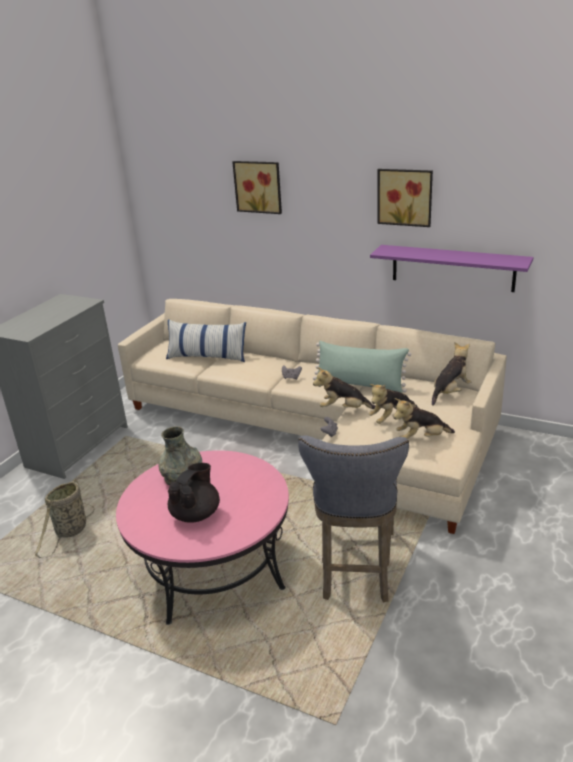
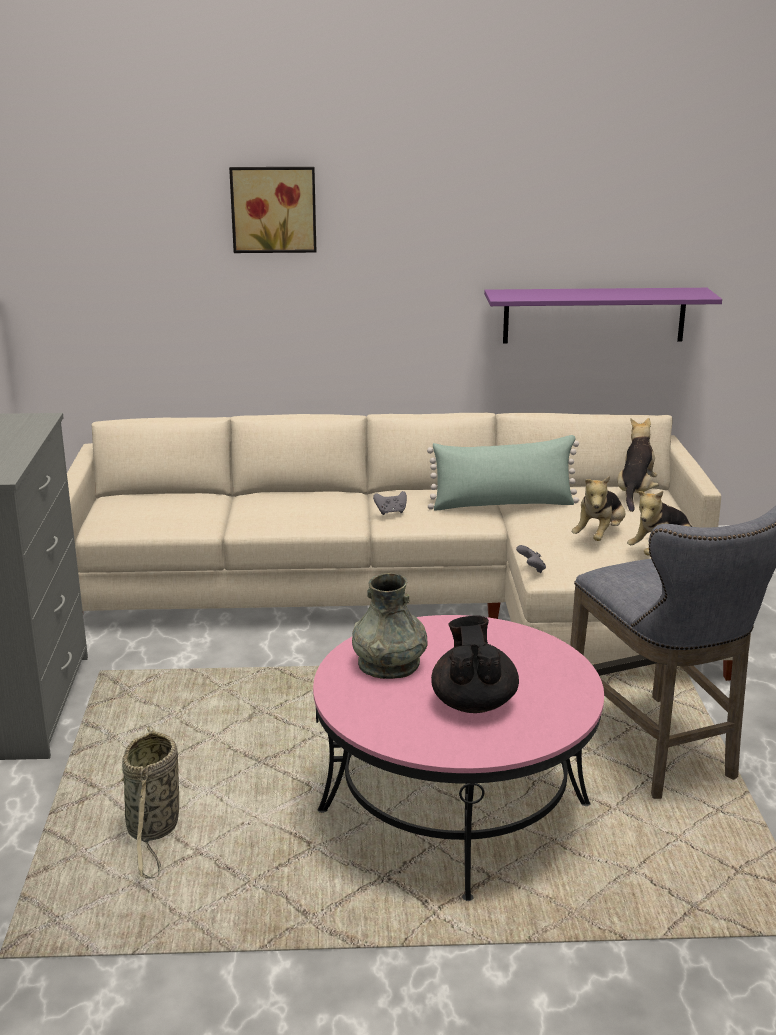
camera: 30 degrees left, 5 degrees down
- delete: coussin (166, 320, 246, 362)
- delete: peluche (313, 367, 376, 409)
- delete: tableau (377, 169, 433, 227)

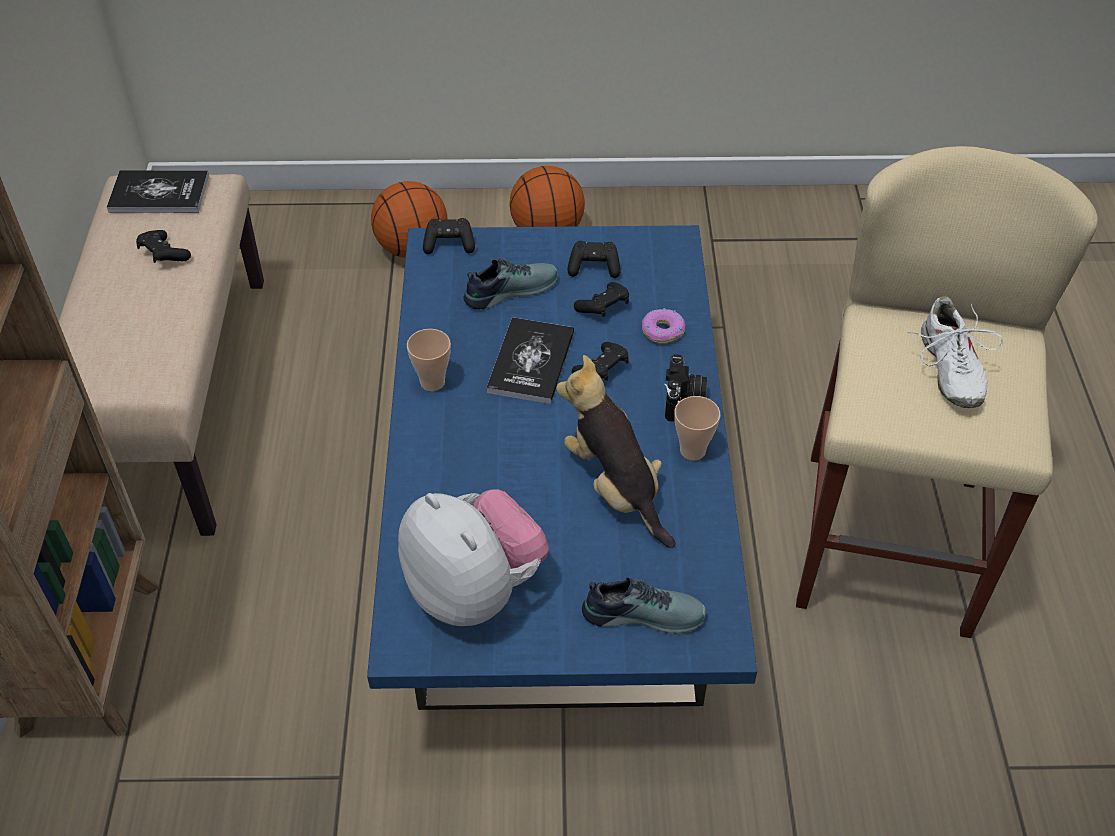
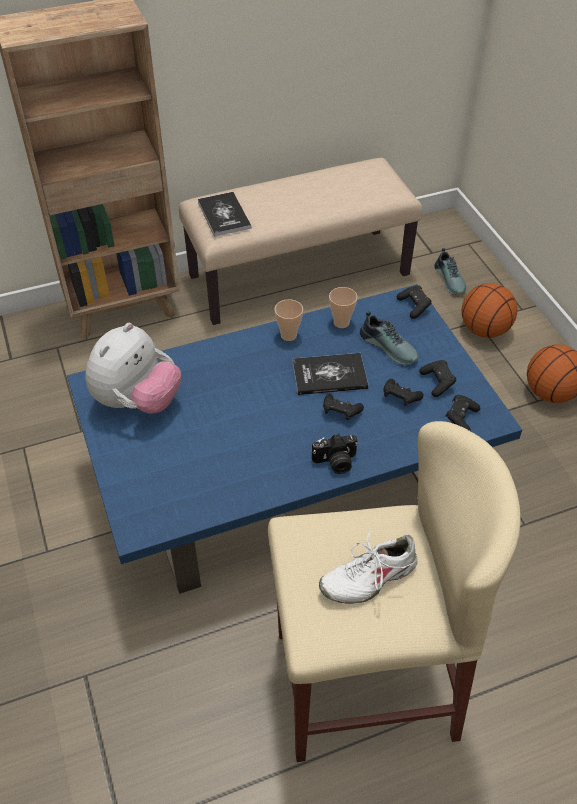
camera: 70 degrees right, 0 degrees up
- move: livre (107, 171, 209, 213) to (198, 192, 251, 237)
- move: manette [noir] (136, 230, 191, 263) to (445, 395, 480, 431)
- delete: peluche (556, 355, 676, 548)
- move: chaussure (582, 578, 706, 634) to (434, 248, 467, 295)
- delete: beignet (642, 308, 685, 344)
- move: tasse (674, 396, 720, 460) to (329, 287, 358, 328)

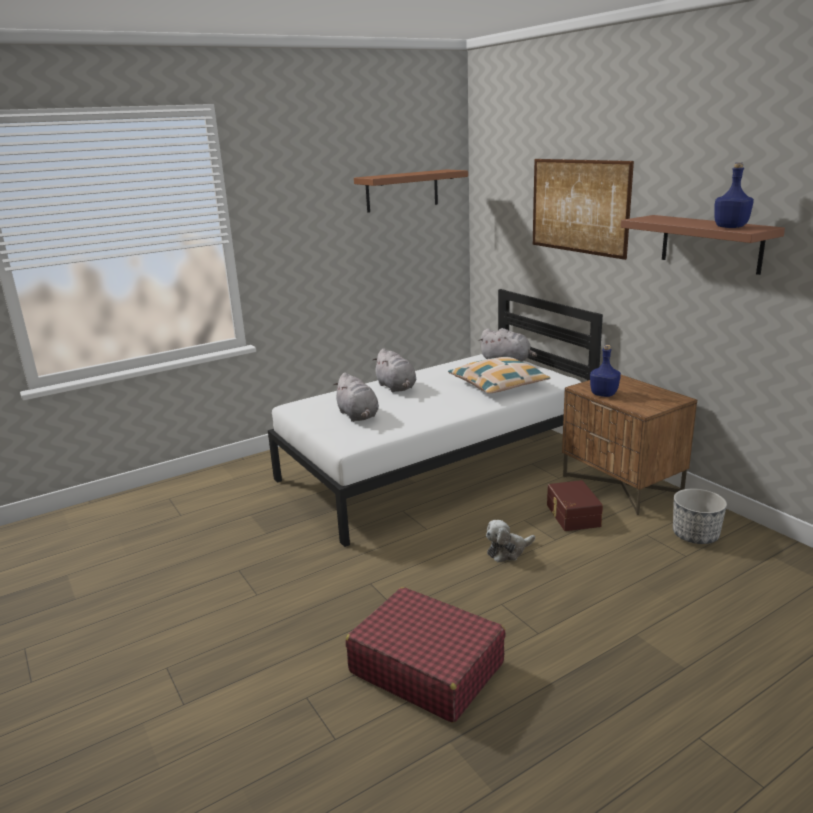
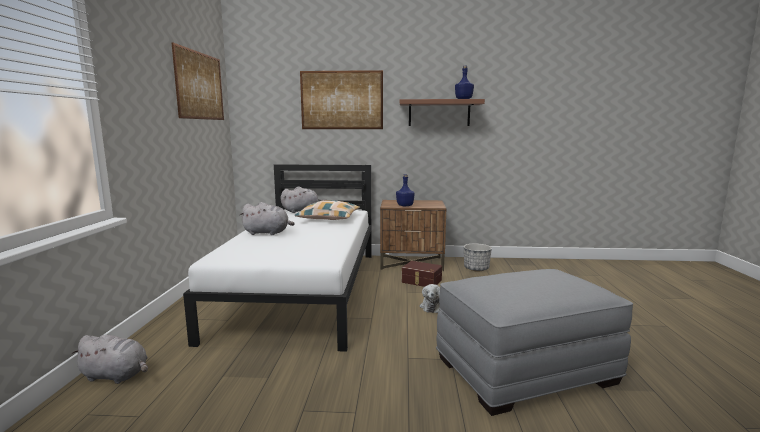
camera: 55 degrees left, 10 degrees down
- move: peluche [gris] (333, 372, 379, 422) to (71, 335, 148, 384)
- replace: valise [rouge] (346, 587, 506, 723) to pouf [gris] (436, 269, 633, 416)
- replace: étagère [marron] (354, 169, 468, 213) to tableau (172, 42, 224, 120)

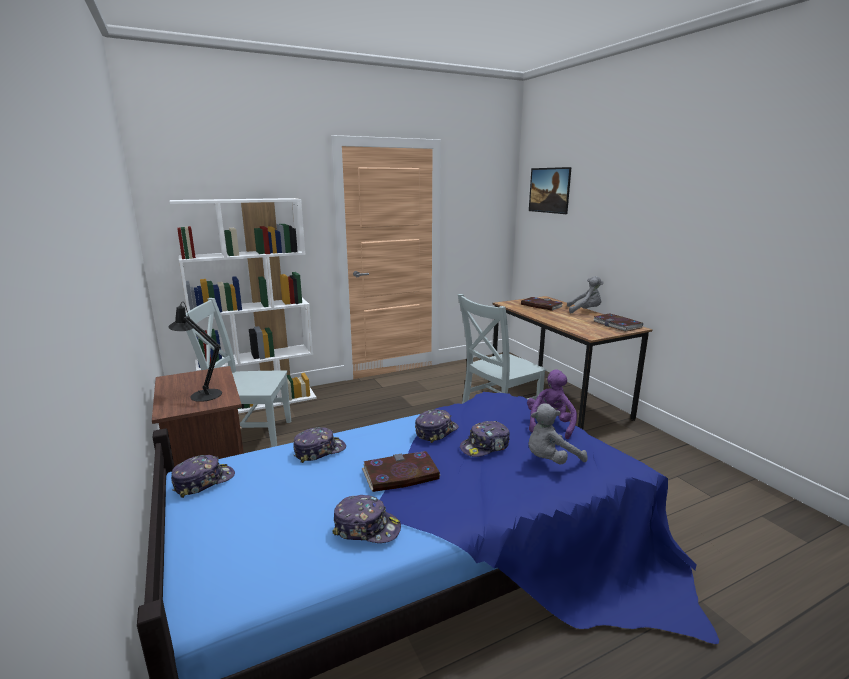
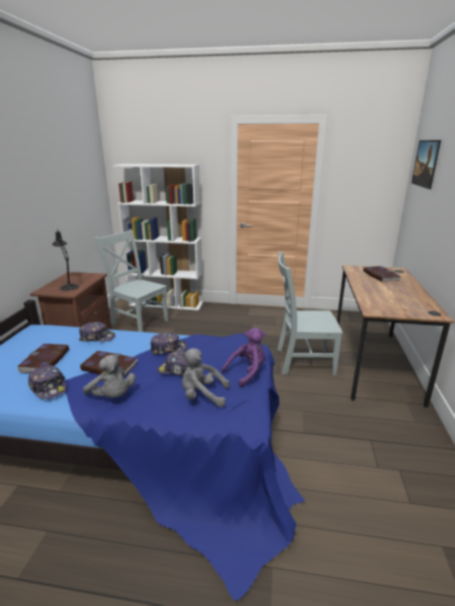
camera: 35 degrees right, 5 degrees up
- delete: casquette (171, 455, 235, 498)
- move: peluche [gris] (567, 276, 604, 314) to (83, 355, 136, 398)
- move: livre (593, 314, 643, 331) to (17, 344, 69, 373)

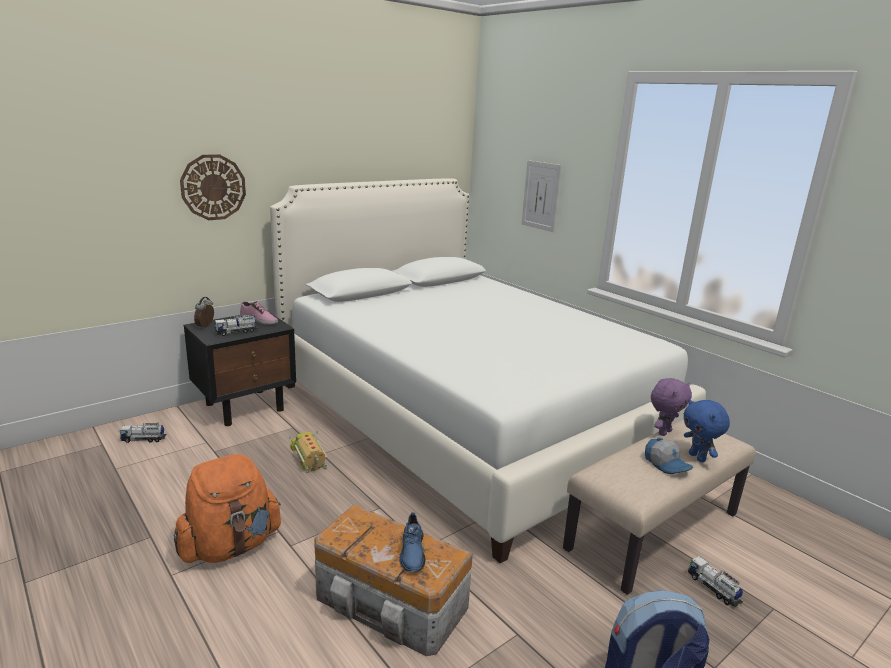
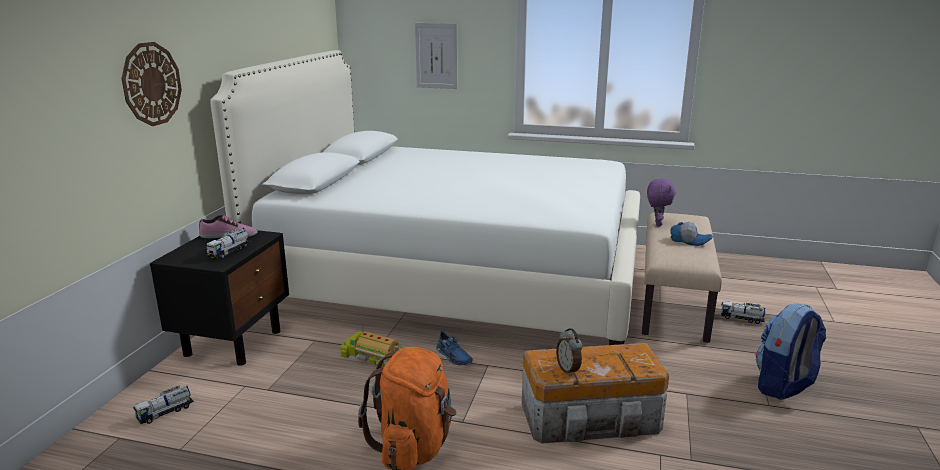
camera: 35 degrees left, 0 degrees up
- move: réveil (194, 297, 214, 329) to (556, 328, 583, 376)
- move: chaussure [bleu] (399, 512, 425, 573) to (436, 331, 473, 365)
- delete: peluche [bleu] (684, 399, 730, 462)

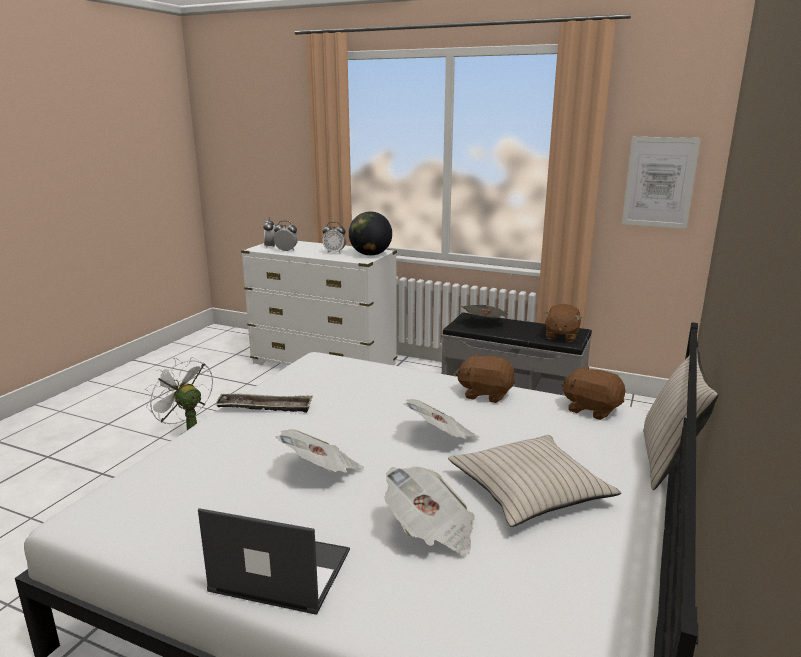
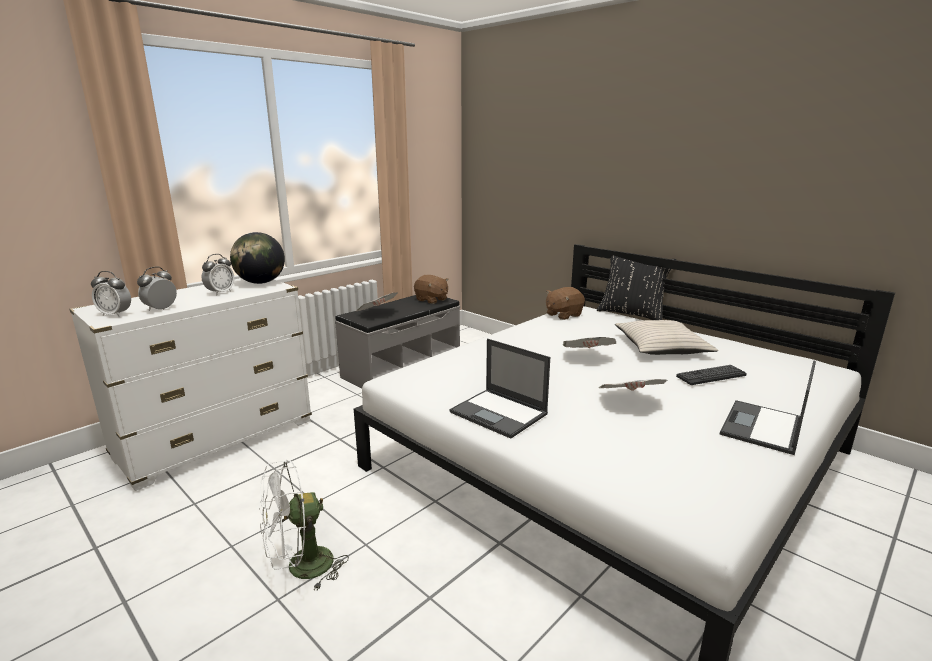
camera: 70 degrees left, 0 degrees up
- replace: plateau (214, 394, 313, 413) to ordinateur portable (450, 339, 550, 439)
- replace: journal (384, 466, 475, 555) to clavier (676, 365, 747, 385)
- delete: peluche [marron] (455, 353, 515, 403)
- delete: tableau (622, 137, 701, 229)
- recolor: coussin [beige] (643, 349, 719, 490) to coussin [noir] (597, 256, 676, 320)

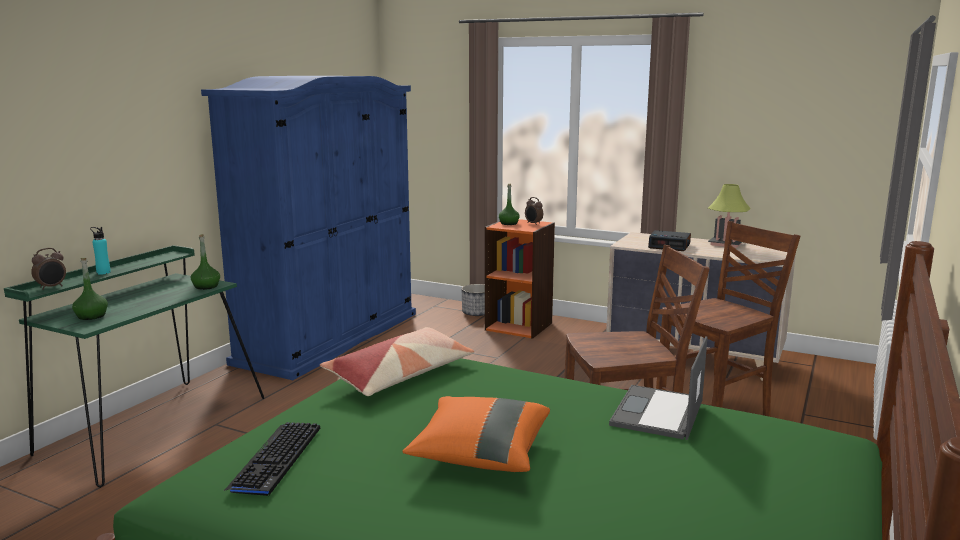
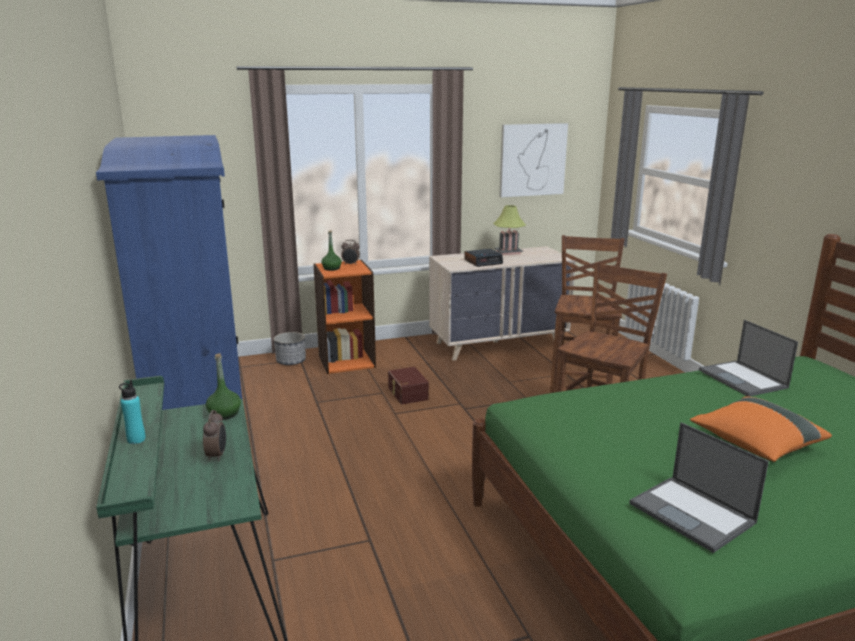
camera: 45 degrees left, 5 degrees up
- move: réveil (31, 248, 66, 290) to (203, 410, 226, 462)
- delete: bouteille [vert] (72, 258, 108, 320)
- replace: clavier (224, 422, 320, 496) to ordinateur portable (629, 422, 769, 553)
- delete: coussin (320, 327, 474, 396)
- insert: boîte de rangement [marron] (388, 367, 429, 404)
- insert: tableau (499, 123, 568, 198)

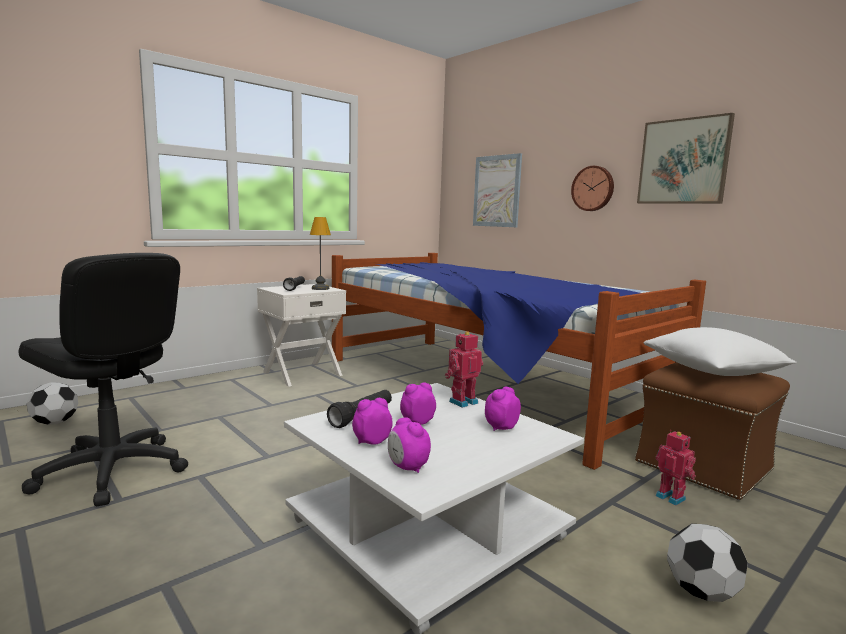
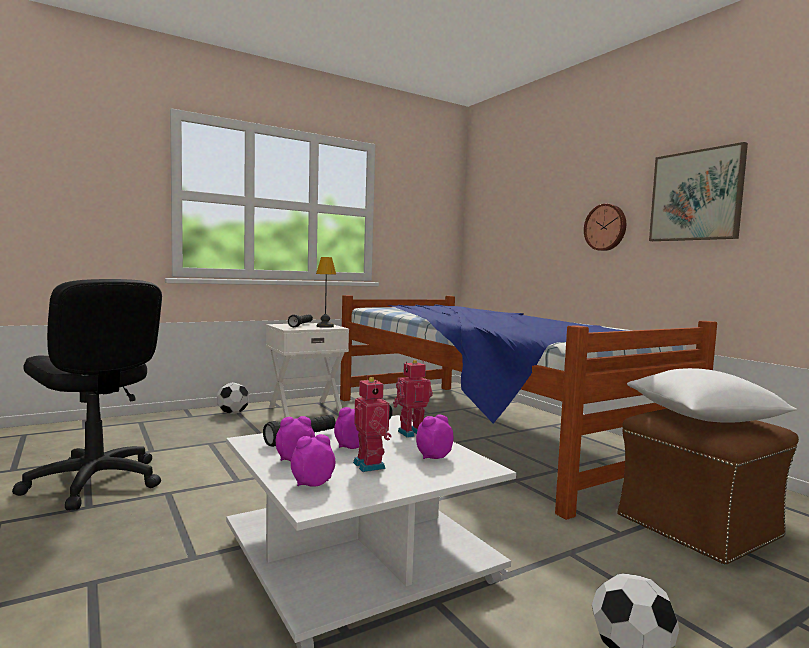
camera: 10 degrees right, 5 degrees down
- move: ballon de foot (27, 382, 78, 425) to (217, 382, 249, 414)
- rotate: réveil (388, 417, 431, 473) = (291, 434, 335, 487) 90 degrees clockwise
- delete: tableau (473, 153, 522, 227)
- move: robot jouet (656, 430, 696, 506) to (353, 376, 393, 472)

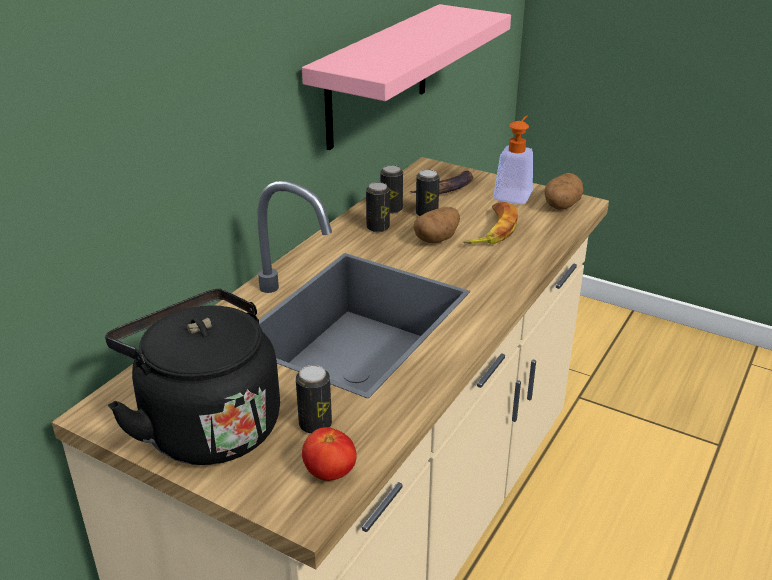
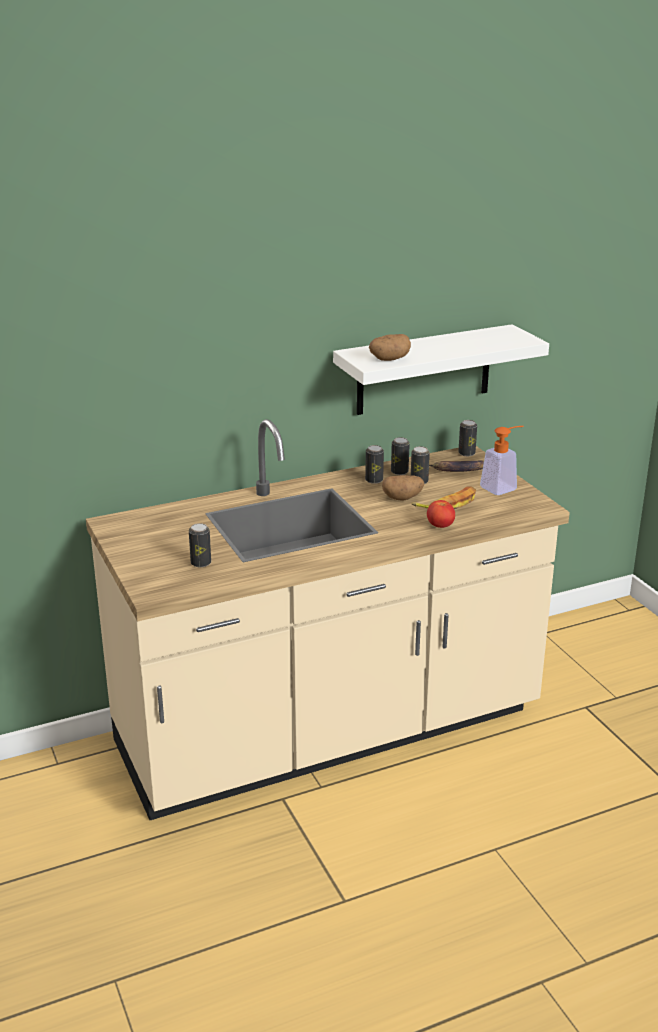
camera: 35 degrees right, 5 degrees down
- delete: bouilloire [noir] (105, 289, 280, 465)
- recolor: étagère [rose] (302, 4, 511, 150) to étagère [blanc] (333, 324, 549, 415)
- move: tomate (302, 427, 357, 481) to (427, 500, 455, 528)
- move: pomme de terre (544, 173, 583, 210) to (369, 334, 411, 361)
- insert: boîte métallique (458, 420, 477, 456)

